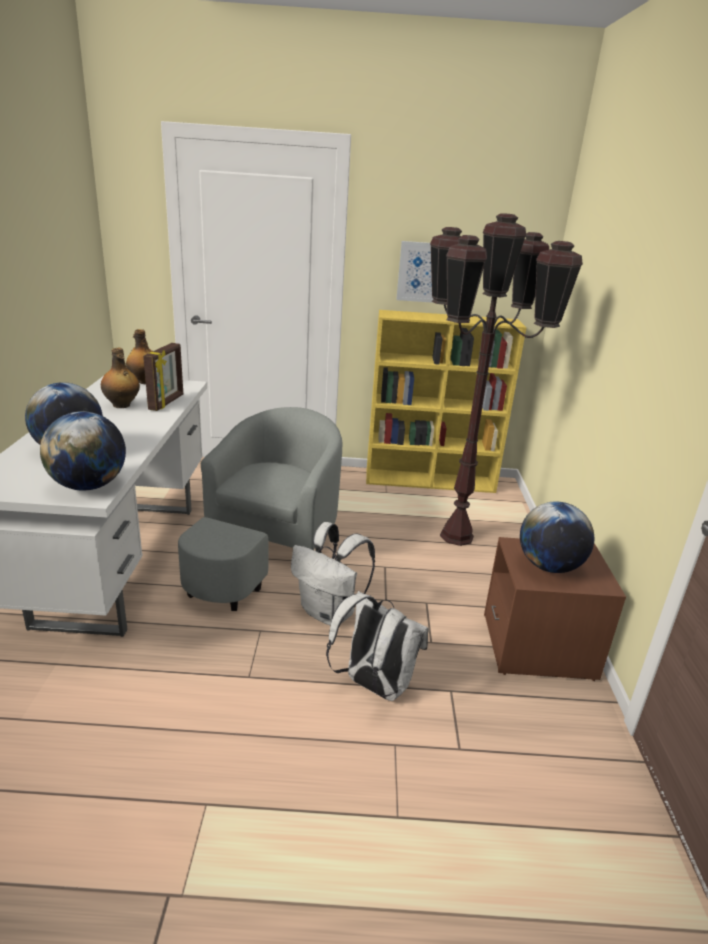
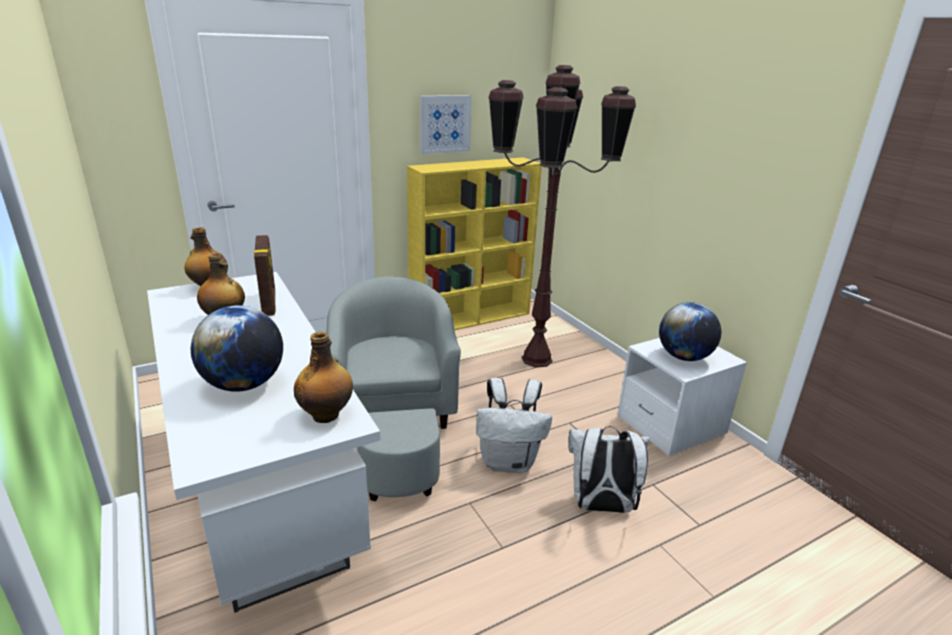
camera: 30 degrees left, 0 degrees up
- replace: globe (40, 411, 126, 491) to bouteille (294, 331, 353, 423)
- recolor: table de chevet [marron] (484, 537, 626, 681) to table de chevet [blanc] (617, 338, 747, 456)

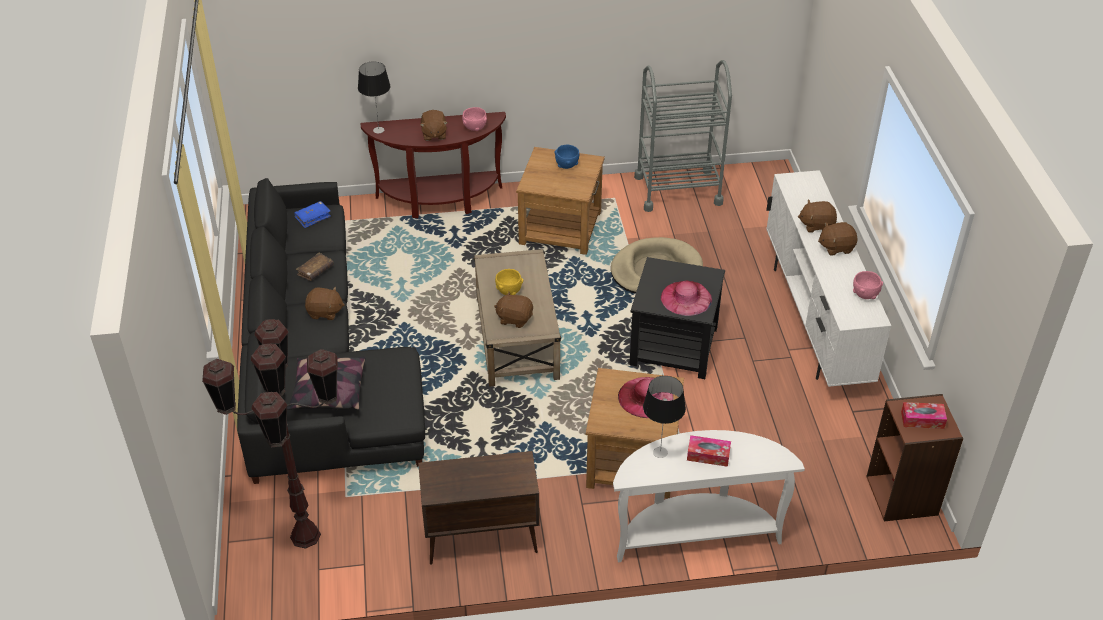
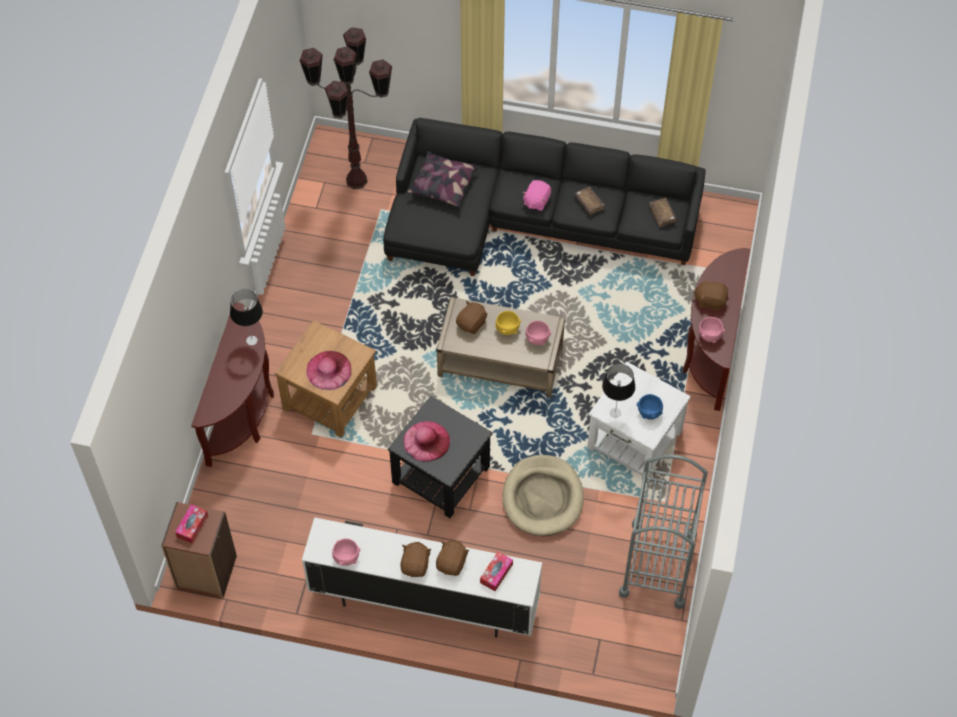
camera: 110 degrees right, 15 degrees up
- recolor: livre [bleu] (294, 201, 331, 228) to livre [marron] (649, 198, 677, 228)
- recolor: peluche [marron] (305, 287, 345, 320) to peluche [rose] (522, 180, 551, 211)
- move: lampe de table (358, 62, 390, 133) to (602, 364, 635, 418)
- delete: meuble de rangement [marron] (418, 451, 540, 565)
- recolor: table d'appoint [marron] (516, 147, 605, 255) to table d'appoint [blanc] (587, 361, 691, 482)
- recolor: table console [blanc] (613, 430, 805, 562) to table console [marron] (191, 302, 274, 467)
- move: boîte à mouchoirs (687, 435, 731, 467) to (480, 552, 513, 591)
- insert: bol [rose] (525, 321, 551, 345)

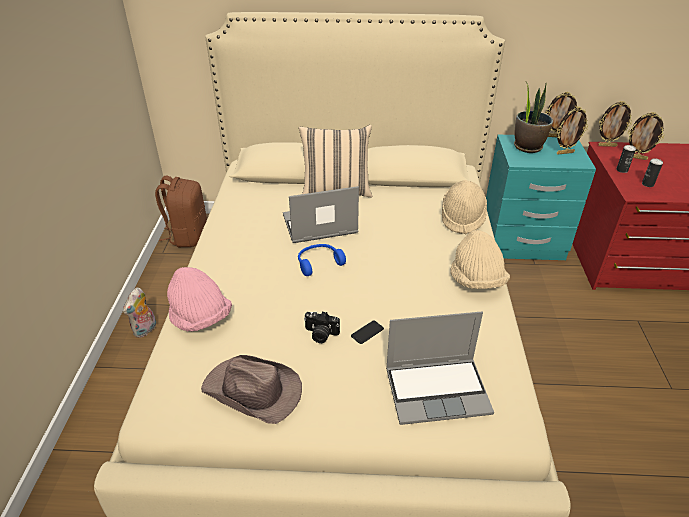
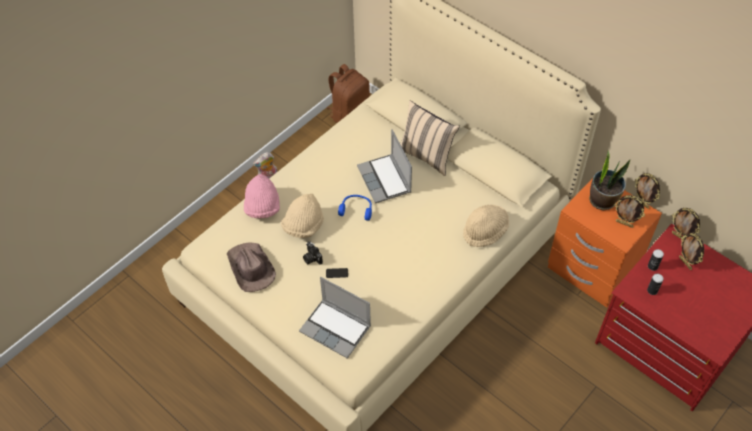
camera: 40 degrees right, 15 degrees up
- rotate: ordinateur portable (283, 186, 359, 243) = (357, 129, 412, 204) 135 degrees counterclockwise
- move: chapeau [beige] (450, 230, 510, 289) to (281, 194, 324, 238)
- recolor: table de chevet [turquoise] (486, 135, 596, 260) to table de chevet [orange] (548, 178, 662, 308)

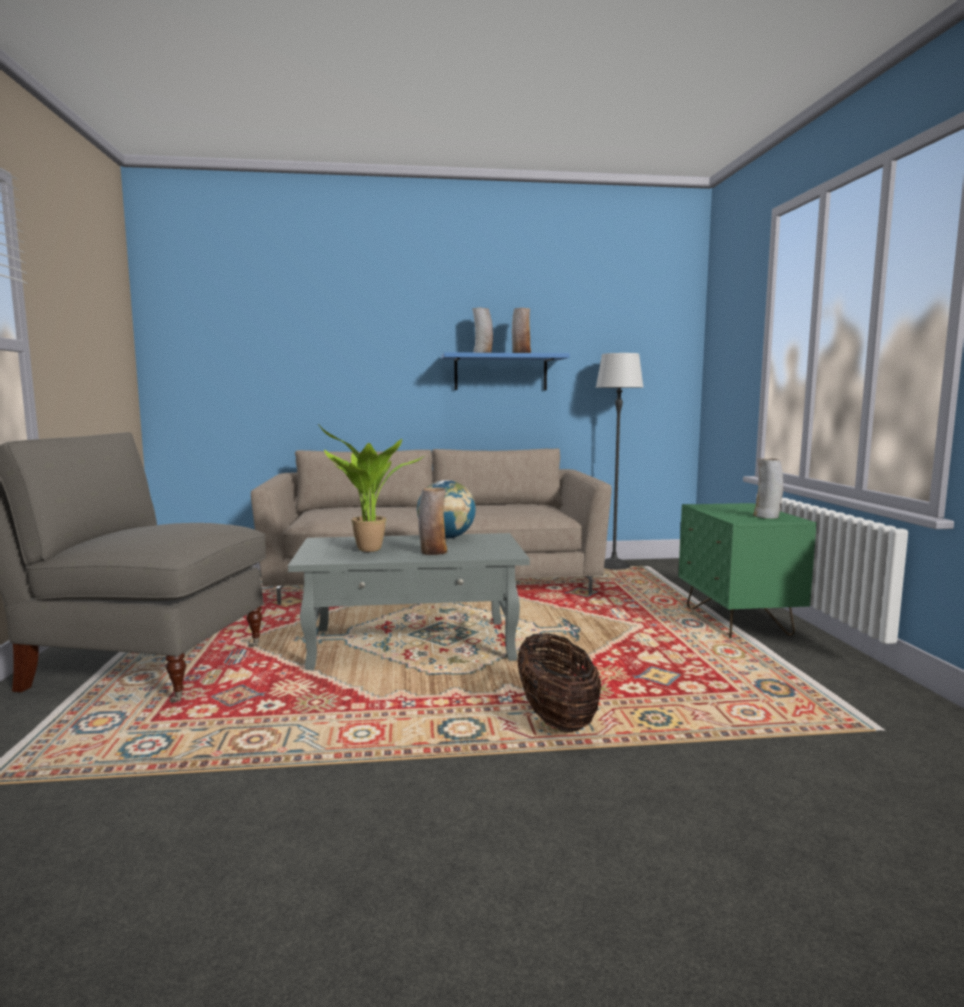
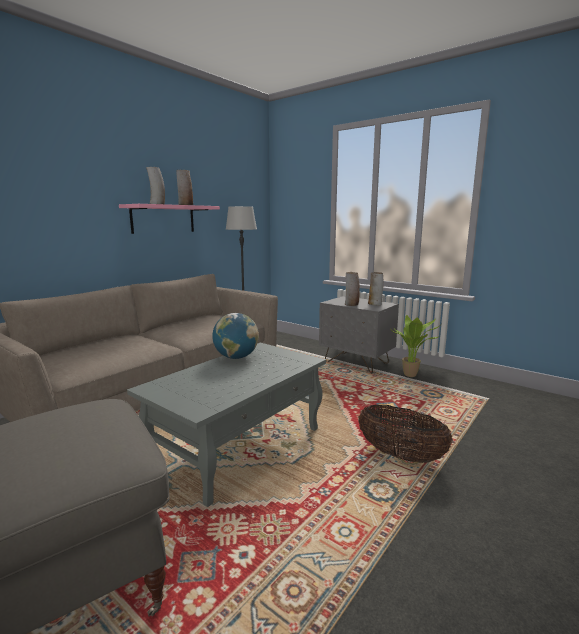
camera: 45 degrees left, 5 degrees up
- move: plante en pot (318, 424, 425, 552) to (390, 315, 440, 377)
- move: vase (418, 487, 447, 555) to (345, 272, 360, 306)
- recolor: étagère [bleu] (441, 352, 569, 390) to étagère [rose] (119, 204, 220, 234)
- recolor: table de chevet [vert] (678, 503, 817, 638) to table de chevet [gris] (319, 296, 399, 373)

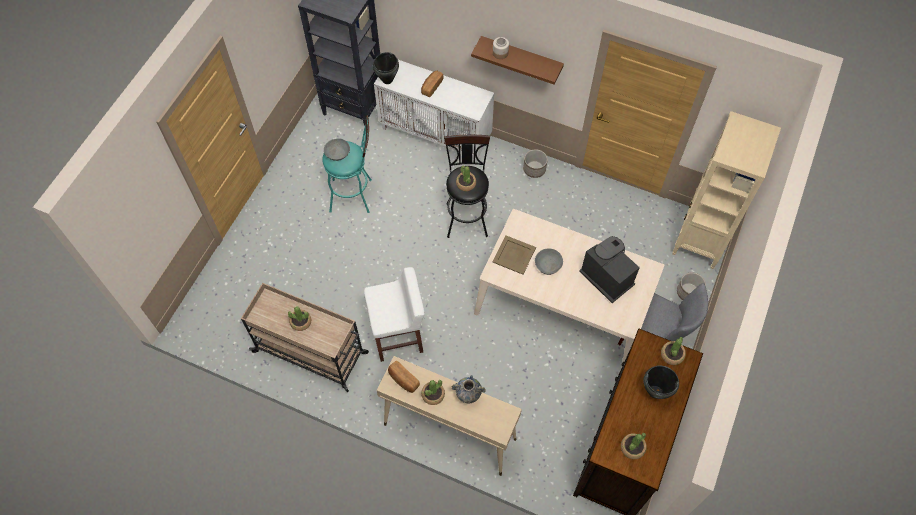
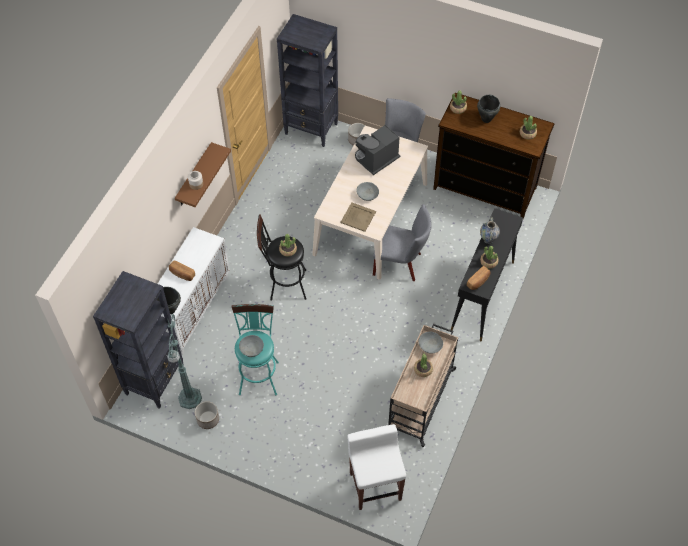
camera: 90 degrees left, 5 degrees down
- move: tabouret [blanc] (364, 267, 425, 362) to (347, 424, 406, 510)
- recolor: table console [beige] (376, 356, 522, 476) to table console [noir] (451, 208, 523, 341)
- move: cache-pot (523, 149, 548, 178) to (195, 401, 219, 429)
- recolor: bibliothèque [beige] (672, 111, 781, 269) to bibliothèque [noir] (277, 14, 338, 147)
- insert: lampadaire [vert] (167, 314, 202, 409)
- insert: chaise [gris] (373, 204, 432, 281)
- insert: bol [gris] (419, 332, 443, 354)

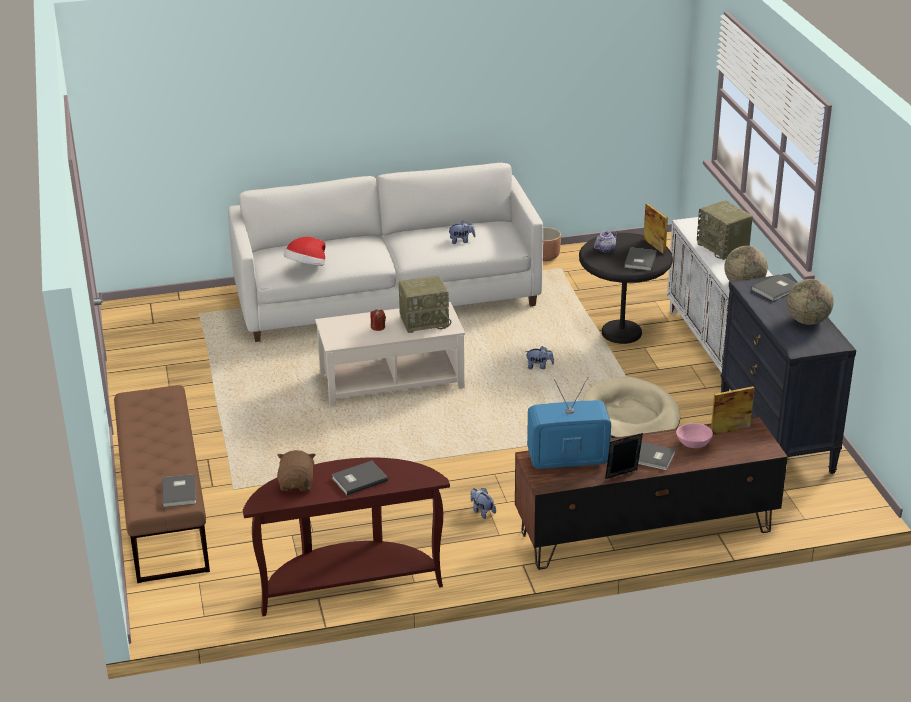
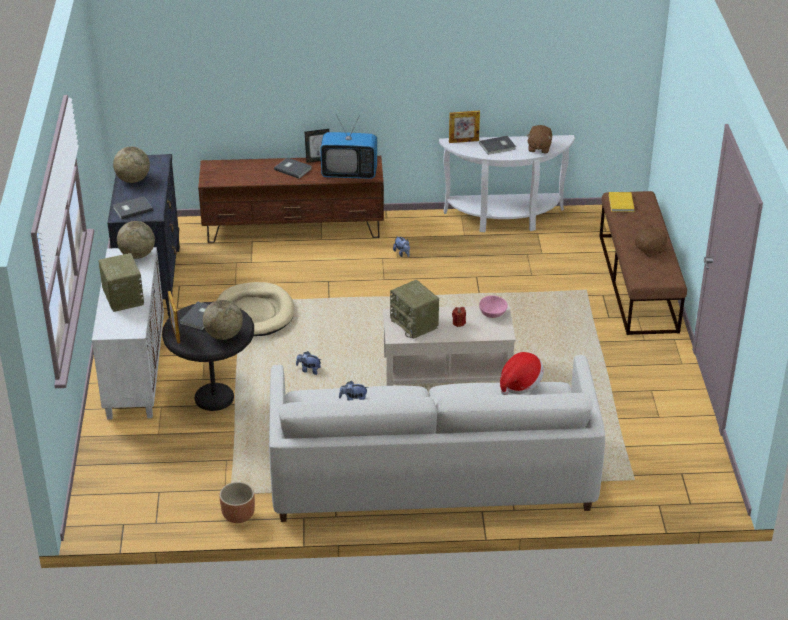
camera: 170 degrees left, 5 degrees up
- recolor: livre [gris] (162, 474, 196, 507) to livre [jaune] (609, 192, 635, 212)
- recolor: table console [marron] (243, 457, 450, 616) to table console [blanc] (439, 135, 575, 232)
- rotate: radio (398, 275, 451, 333) = (390, 280, 439, 339) 120 degrees counterclockwise
- replace: théière (594, 231, 618, 252) to globe (203, 300, 243, 340)
- move: bol [rose] (676, 423, 713, 448) to (479, 295, 508, 318)
- move: cadre photo (711, 386, 755, 435) to (449, 111, 480, 143)
- insert: peluche [marron] (635, 225, 668, 257)

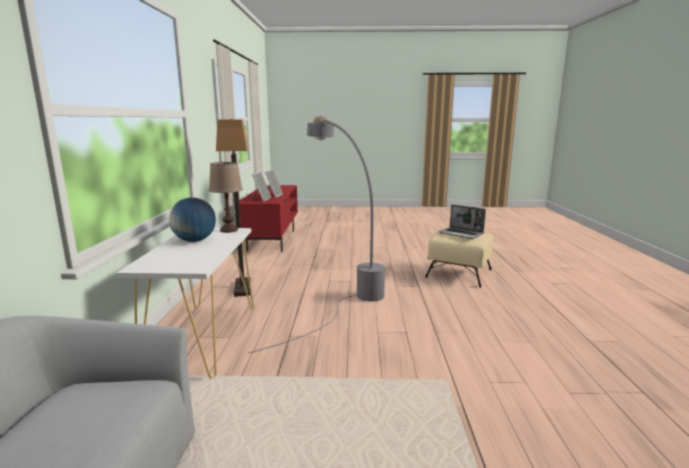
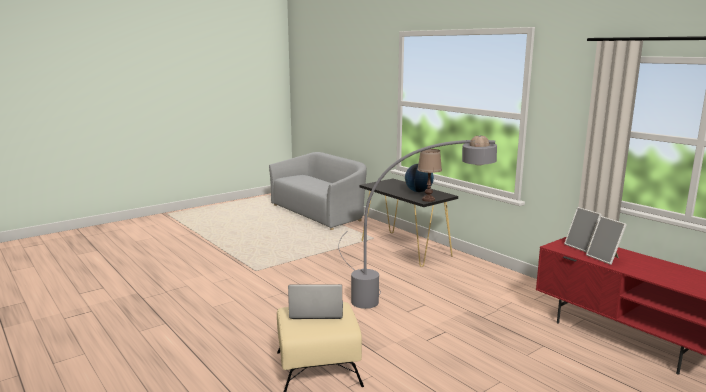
camera: 140 degrees right, 0 degrees up
- recolor: table console [blanc] (116, 228, 254, 378) to table console [noir] (360, 179, 458, 267)
- delete: lampadaire (216, 119, 251, 297)

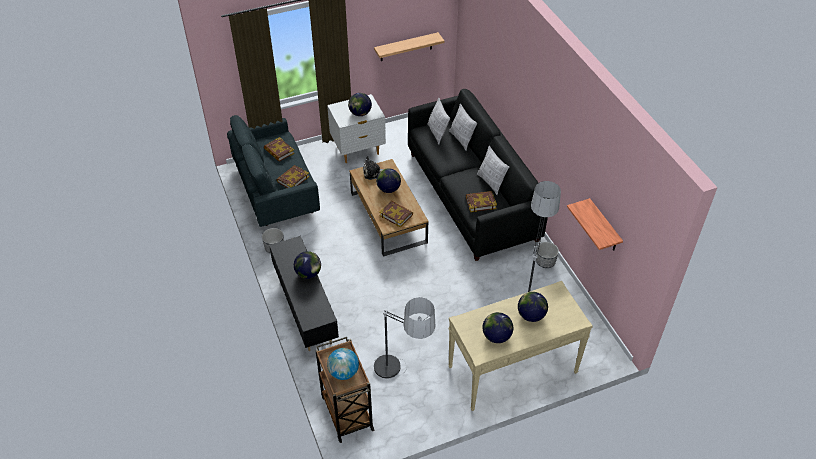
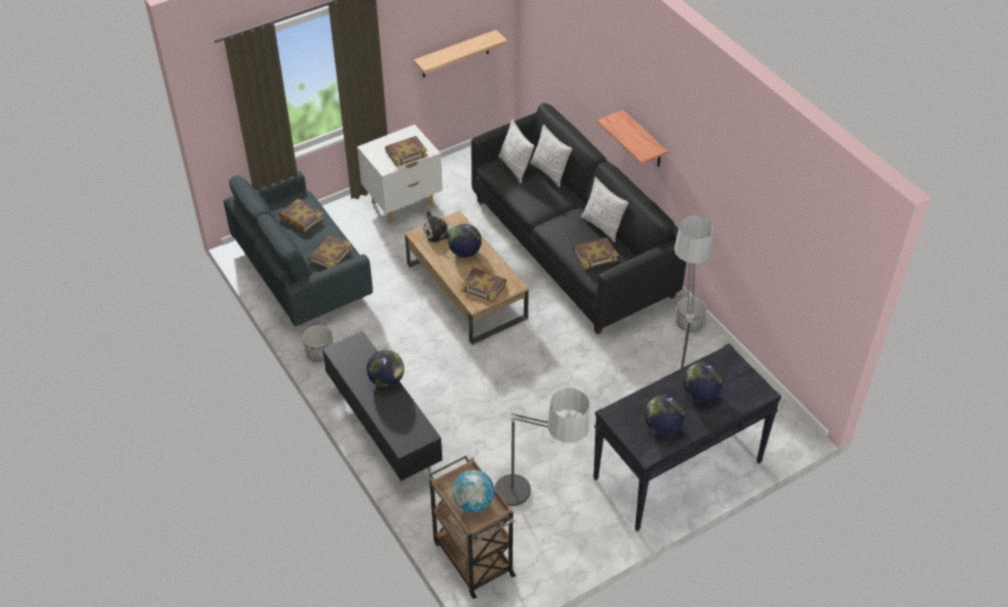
camera: 10 degrees left, 0 degrees up
- replace: globe (348, 93, 372, 116) to livre (385, 136, 428, 166)
- recolor: table console [beige] (448, 281, 593, 411) to table console [noir] (593, 343, 781, 531)
- move: étagère (567, 198, 623, 250) to (597, 110, 668, 167)

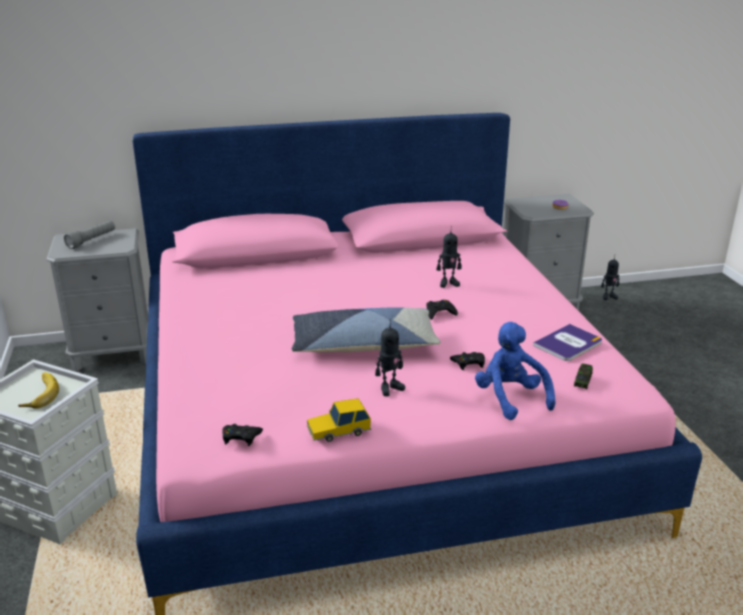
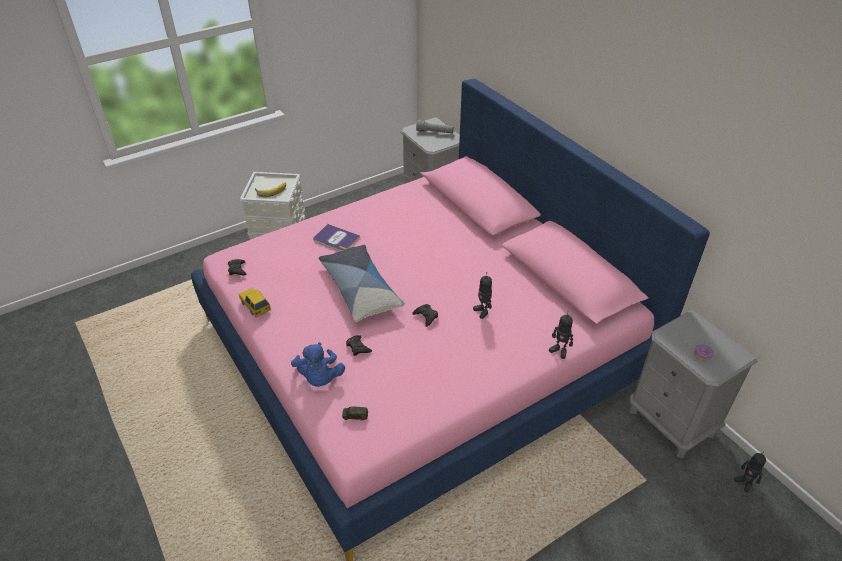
camera: 70 degrees right, 15 degrees up
- move: robot jouet (375, 320, 405, 396) to (549, 311, 573, 359)
- rotate: peluche [bleu] (475, 322, 555, 420) = (291, 342, 345, 387) 120 degrees clockwise
- move: livre (533, 324, 602, 361) to (313, 224, 360, 251)

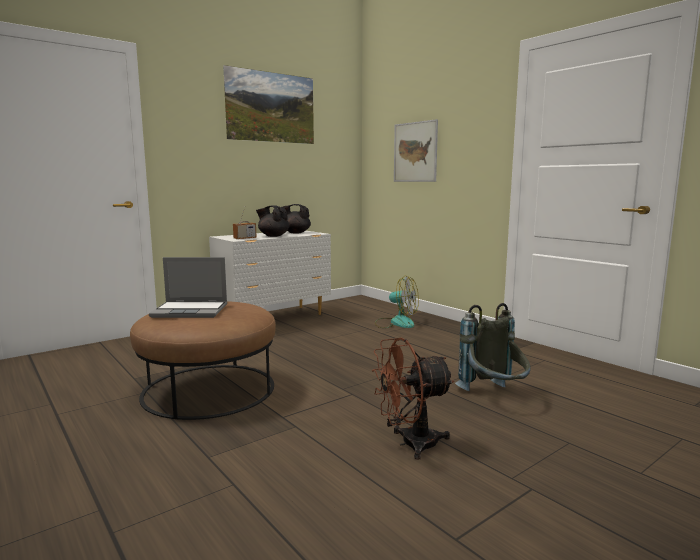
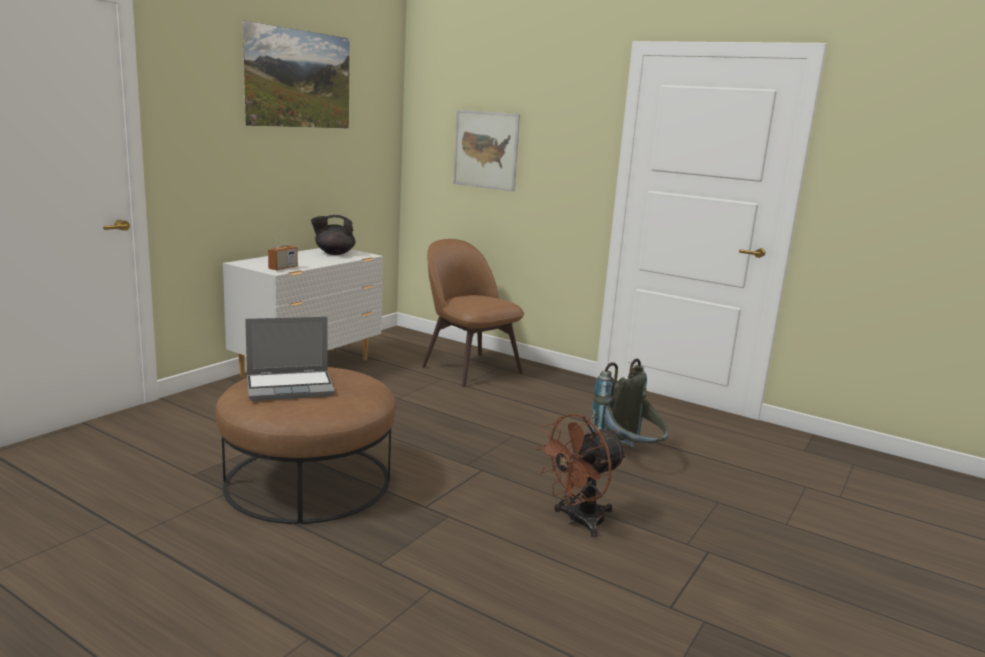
camera: 20 degrees left, 5 degrees up
- delete: théière [noir] (256, 205, 289, 237)
- replace: ventilateur (375, 276, 419, 328) to chaise [marron] (422, 239, 524, 387)

